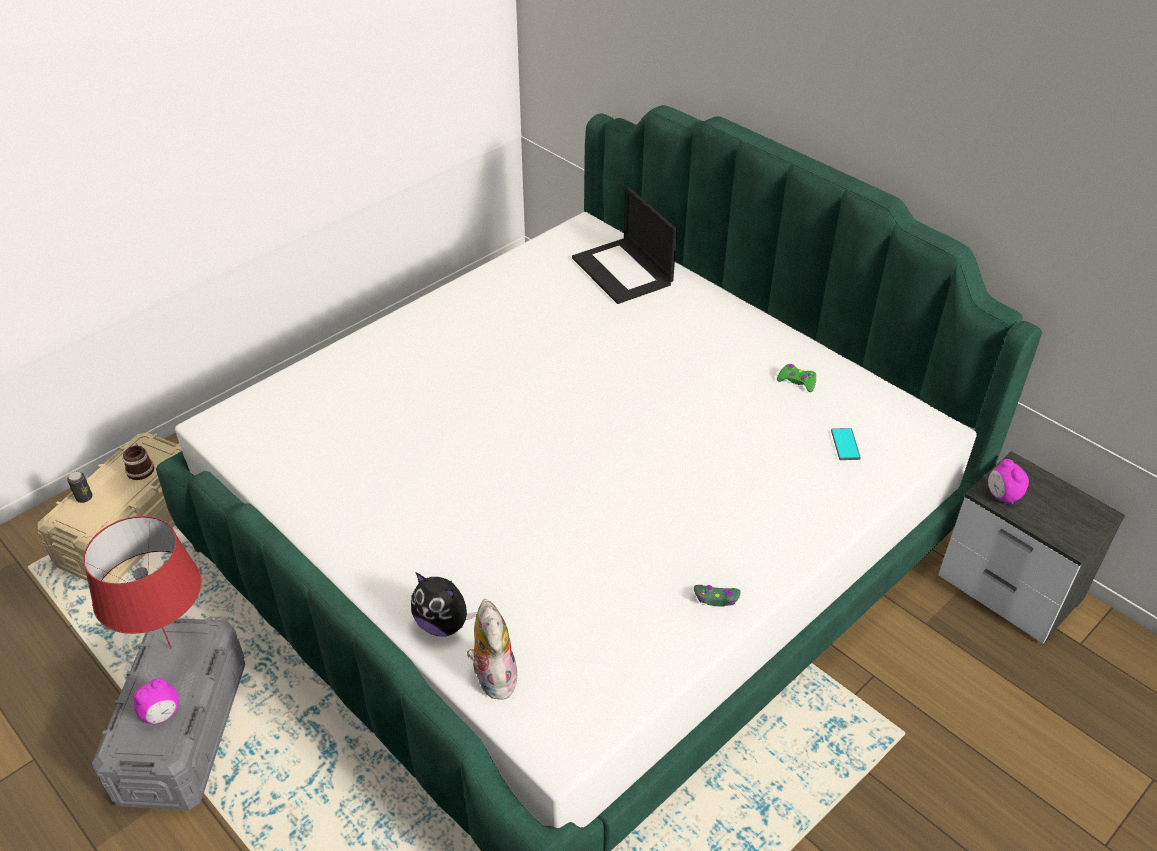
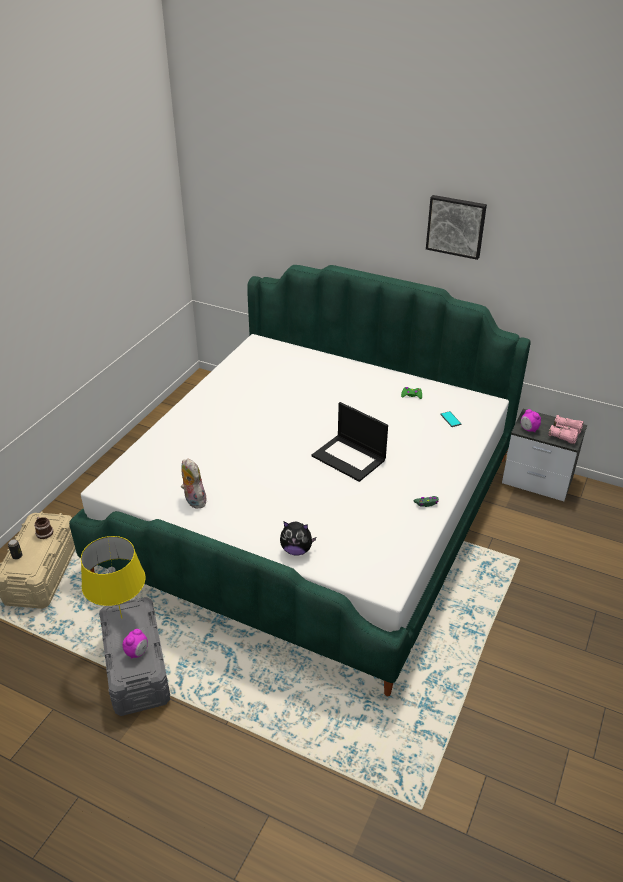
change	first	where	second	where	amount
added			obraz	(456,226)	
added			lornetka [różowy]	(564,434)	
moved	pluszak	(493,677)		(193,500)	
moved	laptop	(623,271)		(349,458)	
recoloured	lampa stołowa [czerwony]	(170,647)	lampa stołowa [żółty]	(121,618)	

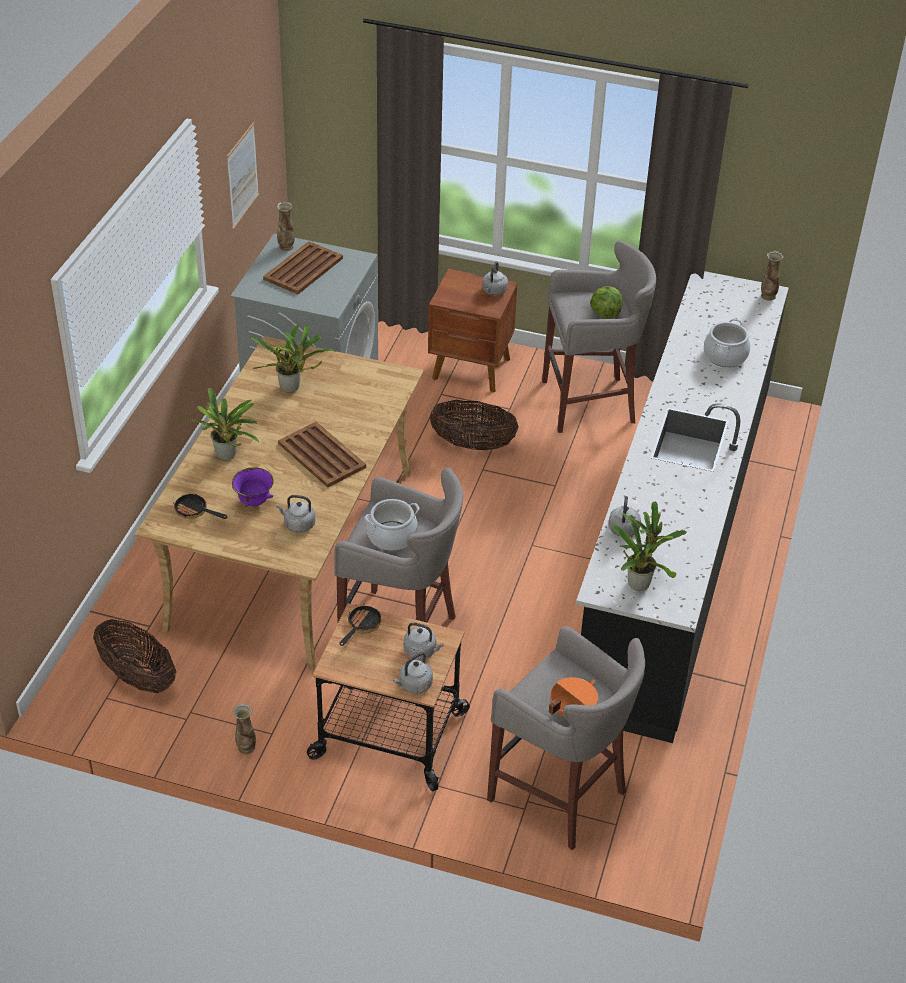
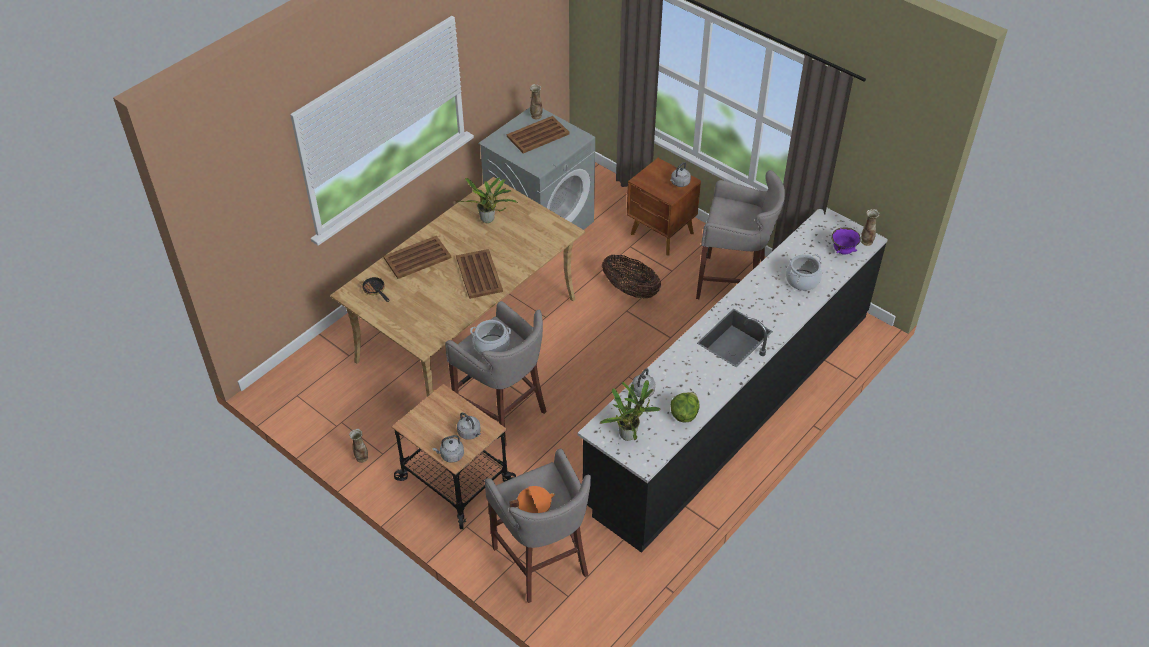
change	first	where	second	where	amount
removed	koszyk	(137,677)			
removed	obraz	(242,176)			
removed	czajnik [szary]	(298,524)			
removed	patelnia	(361,626)			
moved	miska [fioletowy]	(253,502)		(842,251)	
moved	sałata	(605,313)		(684,414)	
replaced	roślina doniczkowa	(227,457)	taca [brązowy]	(418,258)	

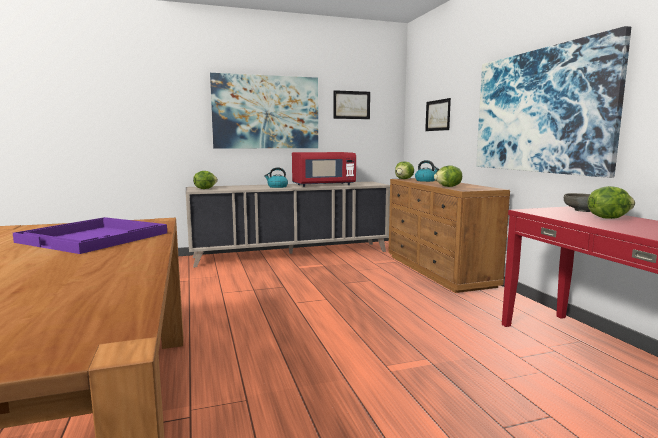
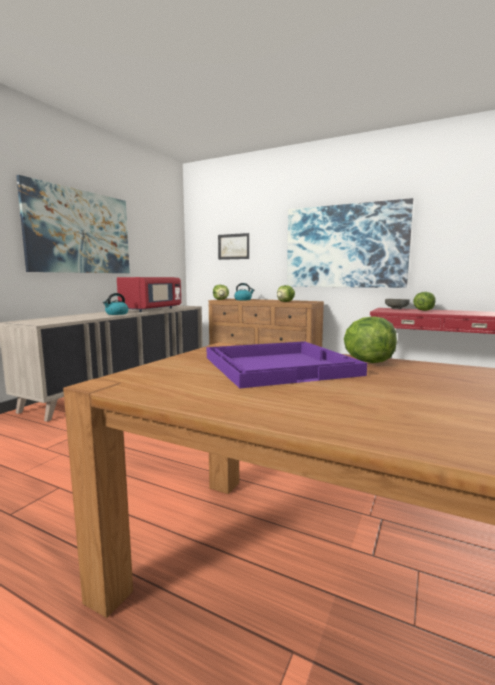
change	first	where	second	where	amount
removed	obraz	(351,105)			
moved	sałata	(205,189)		(368,361)	

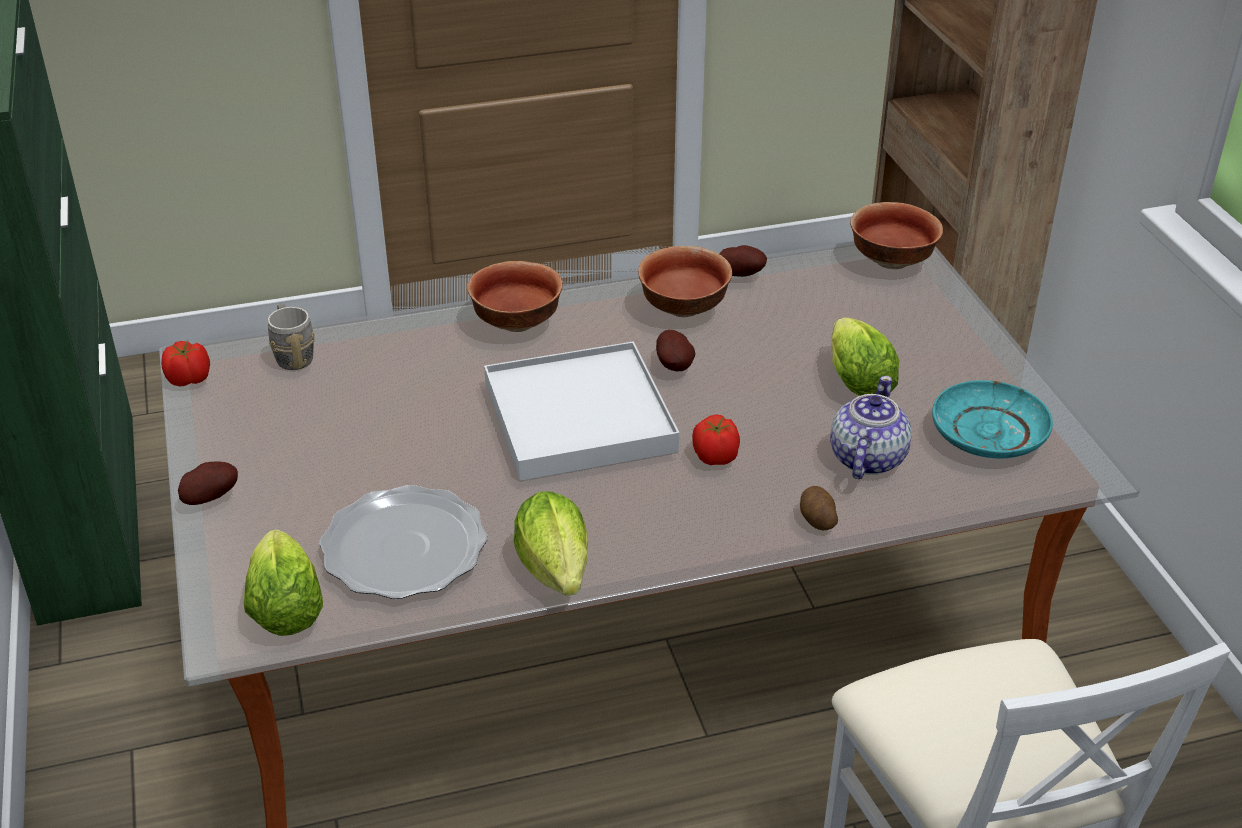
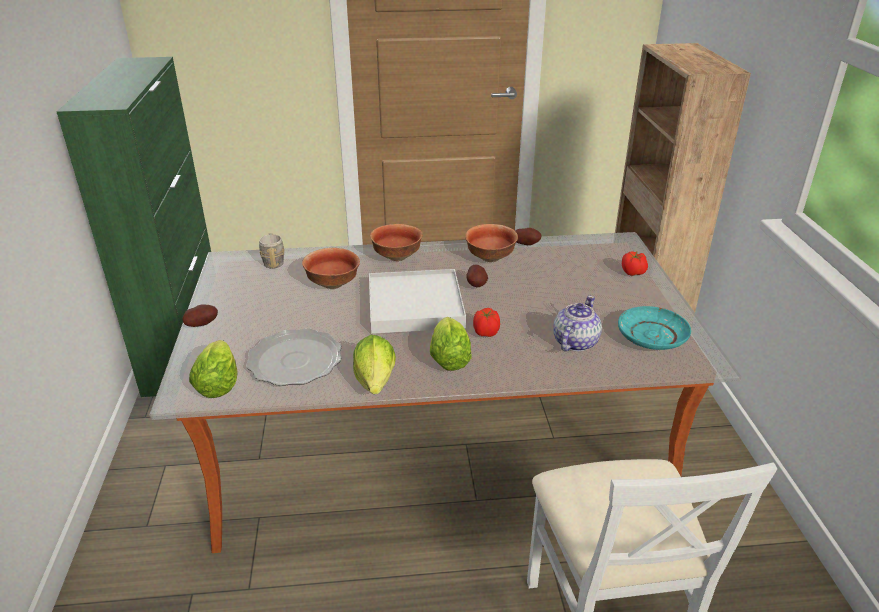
change	first	where	second	where	amount
removed	ziemniak	(816,519)			
moved	pomidor	(190,379)		(633,273)	
moved	sałata	(856,379)		(449,357)	
moved	miska	(892,260)		(333,283)	

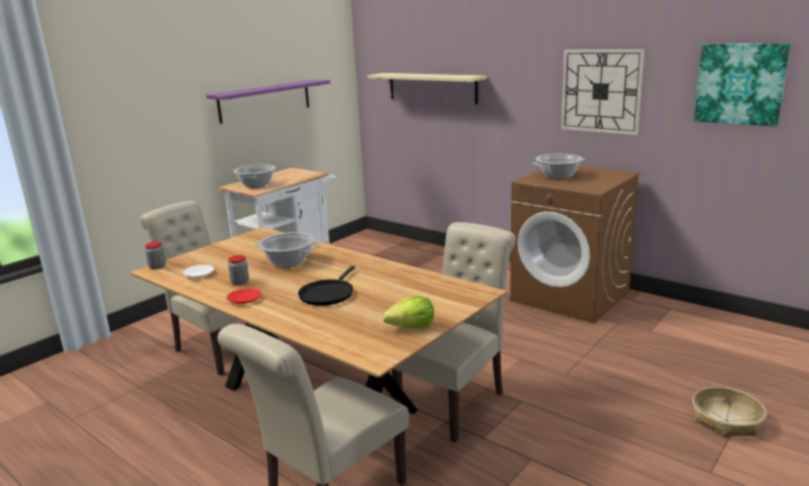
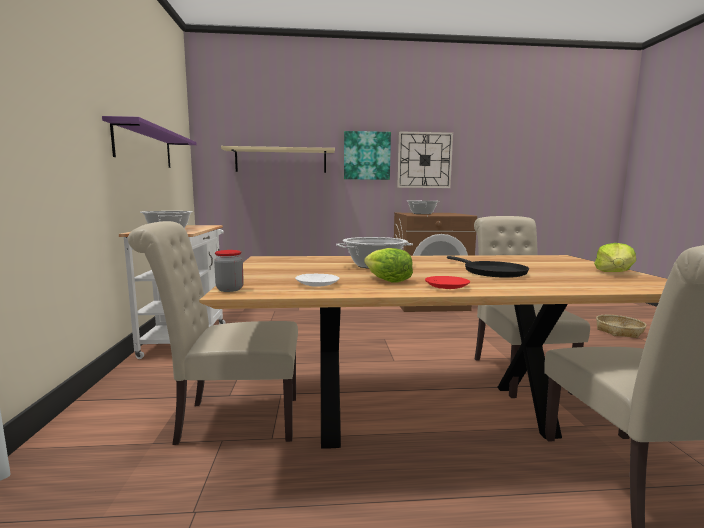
change	first	where	second	where	amount
moved	obraz	(740,84)		(366,156)	
replaced	słoik	(240,282)	sałata	(387,280)	

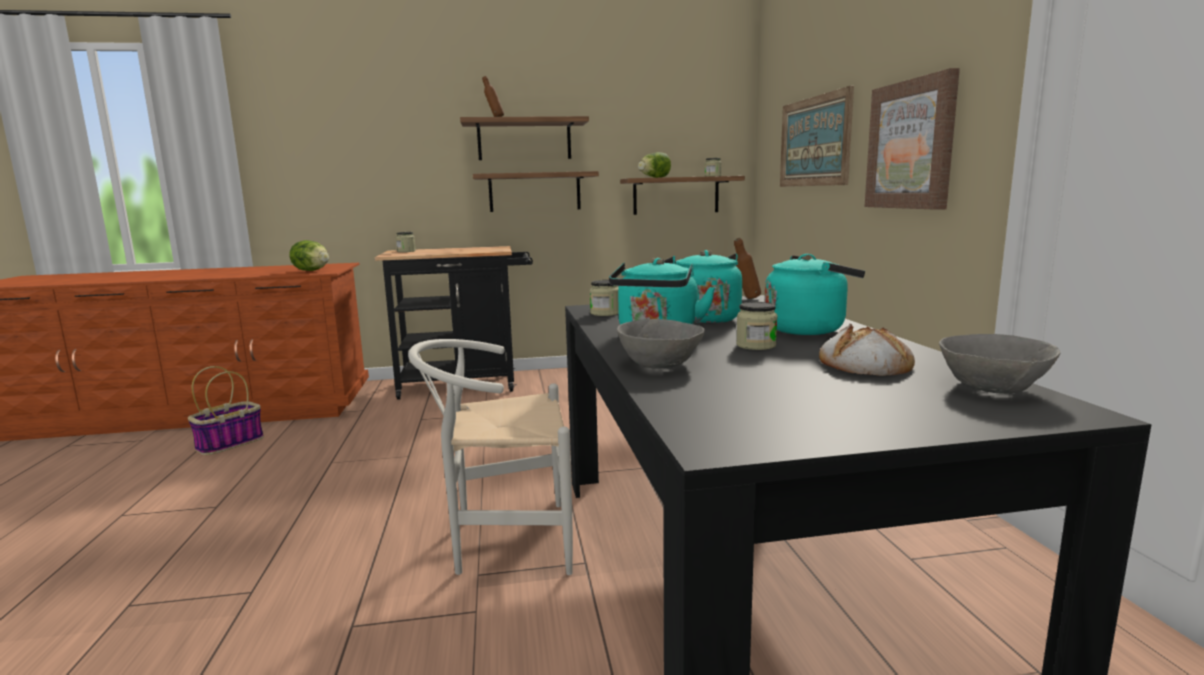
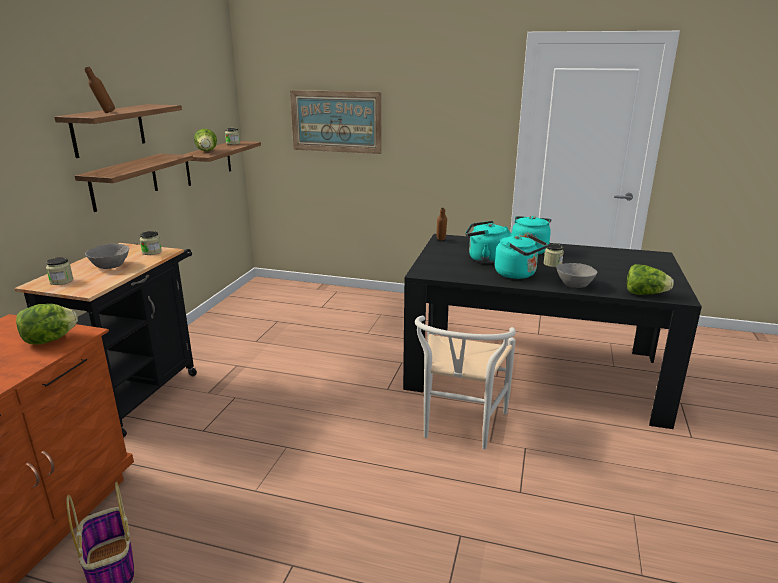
change	first	where	second	where	amount
removed	chleb	(864,364)			
removed	obraz	(911,145)			
added			sałata	(645,294)	
moved	słoik	(605,313)		(151,252)	
moved	miska [szary]	(990,387)		(109,266)	

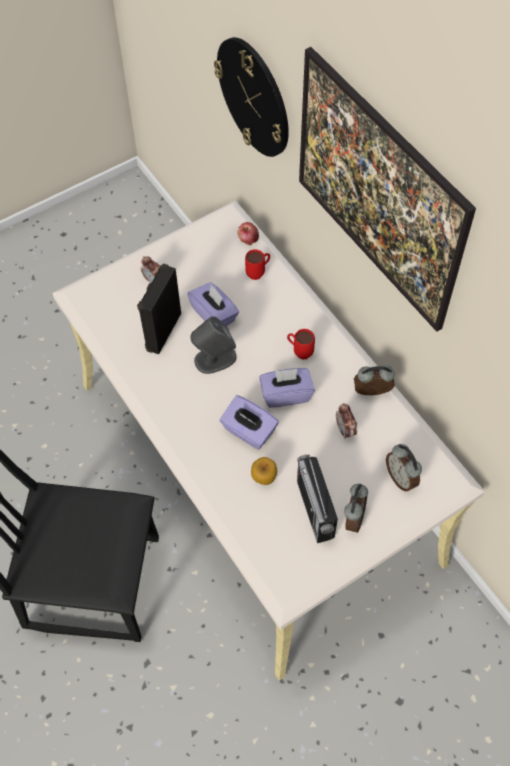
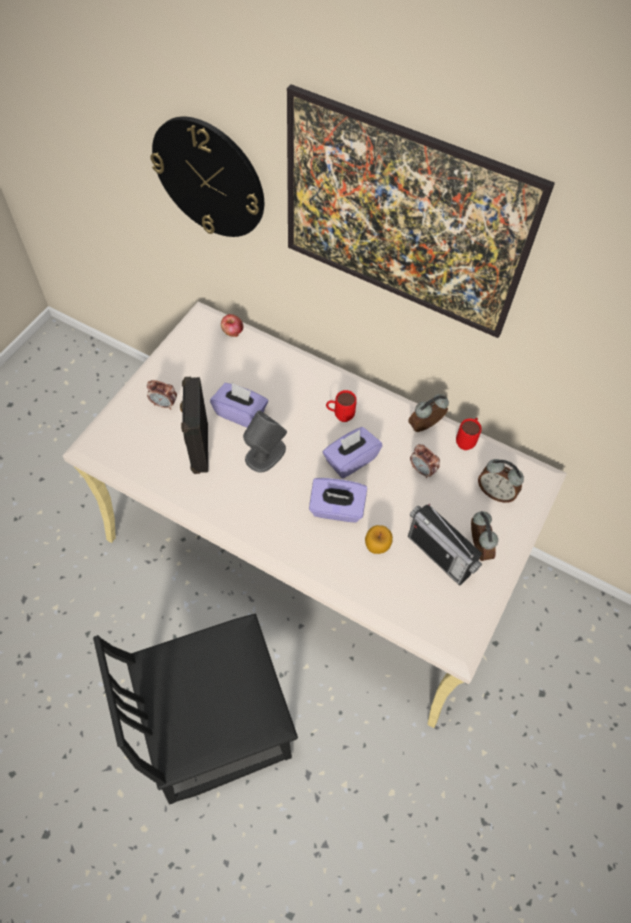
change	first	where	second	where	amount
moved	kubek [czerwony]	(258,273)		(466,441)	

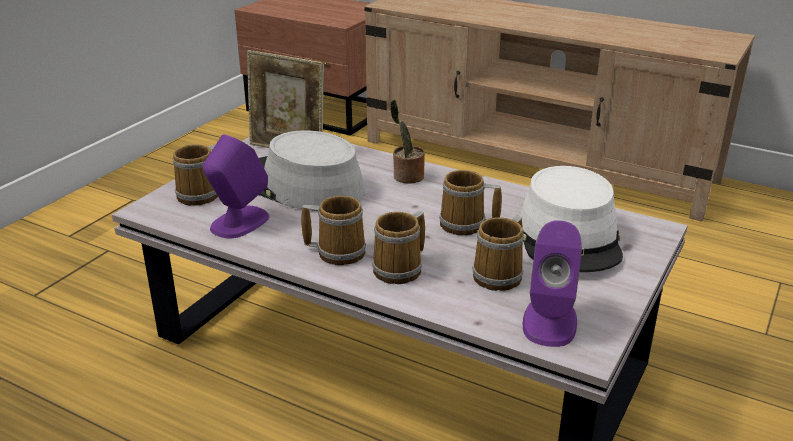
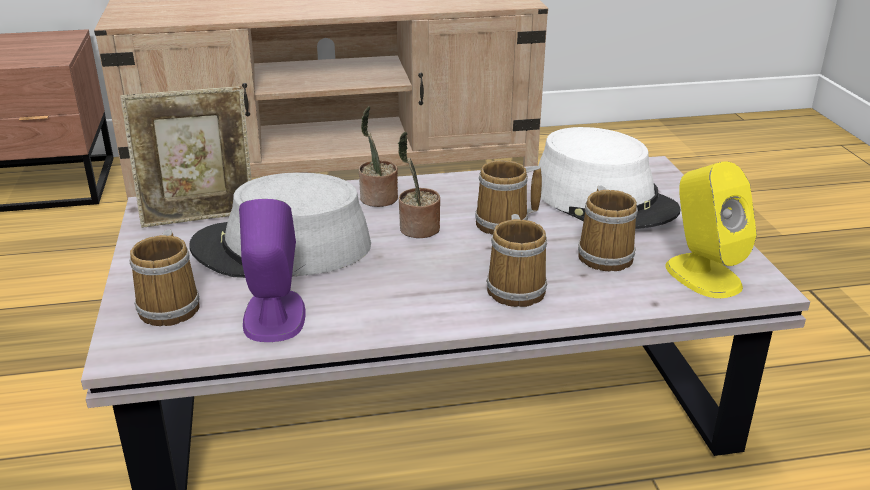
change	first	where	second	where	amount
removed	kubek	(338,251)			
added			roślina doniczkowa	(417,229)	
recoloured	głośnik [fioletowy]	(549,321)	głośnik [żółty]	(702,275)	

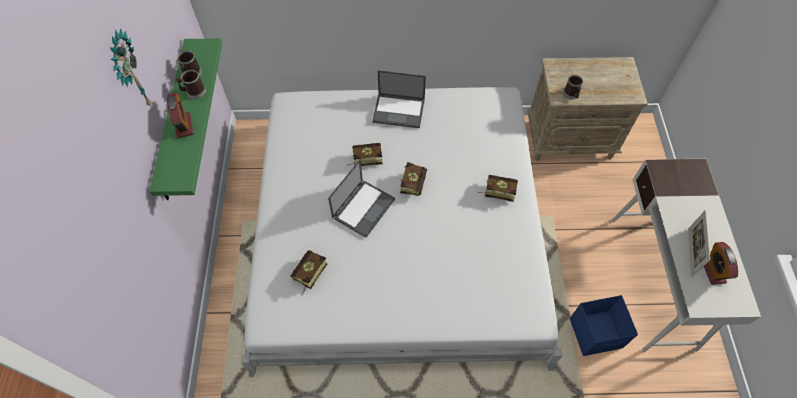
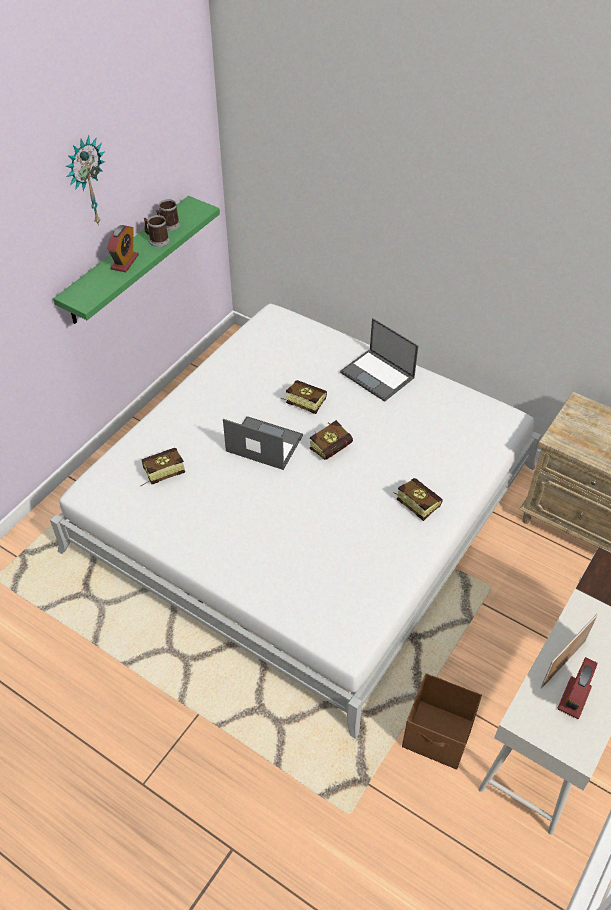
change	first	where	second	where	amount
removed	kubek	(571,94)			
recoloured	pojemnik do przechowywania [niebieski]	(596,333)	pojemnik do przechowywania [brązowy]	(438,735)	
turned	laptop	(364,207)		(263,443)	135 degrees counterclockwise

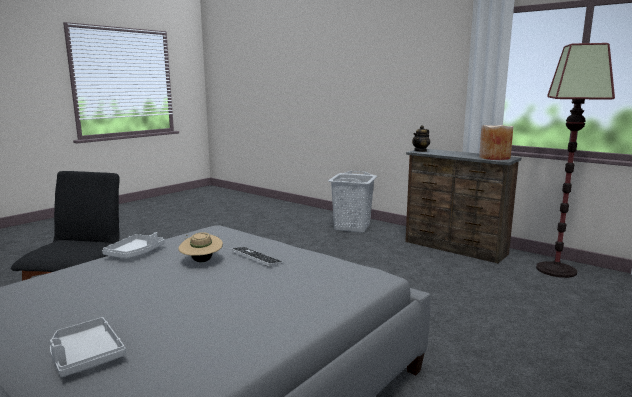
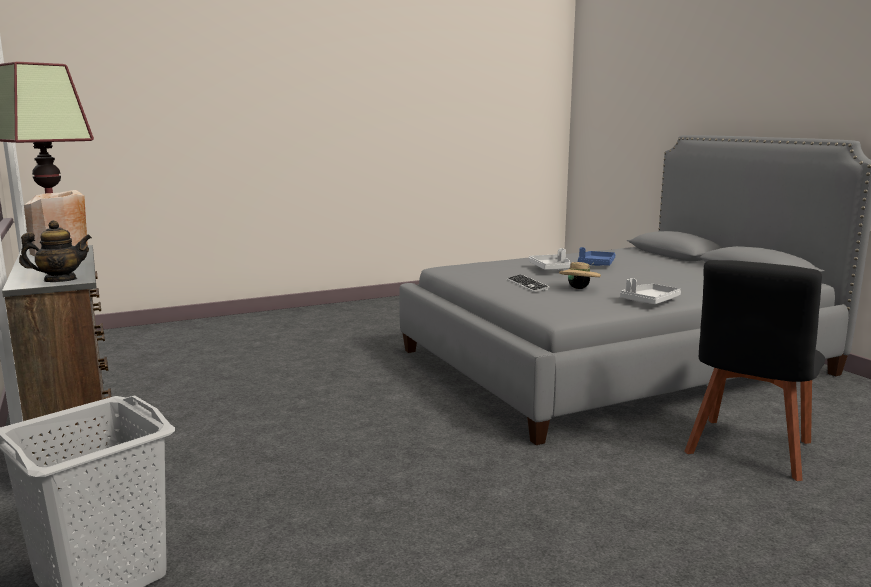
change	first	where	second	where	amount
added			taca [niebieski]	(596,264)	
moved	taca [szary]	(85,356)		(551,268)	

